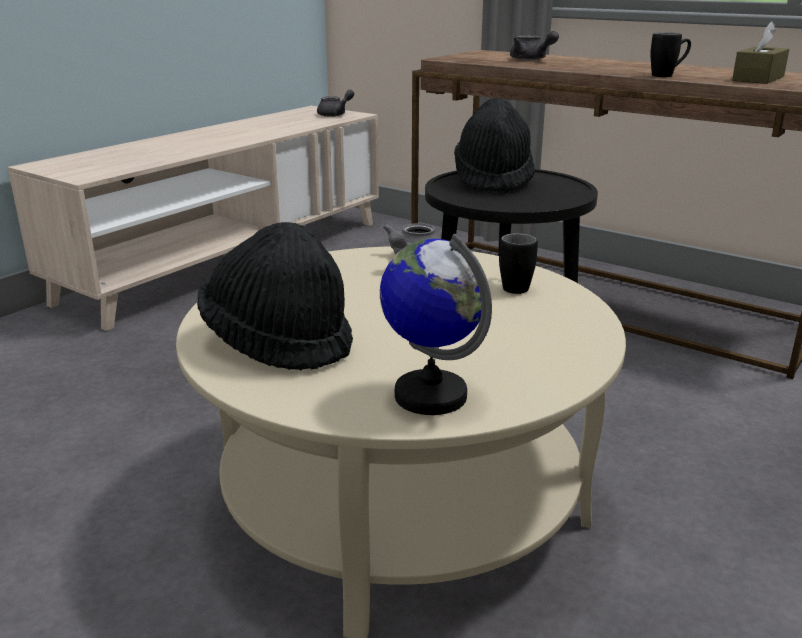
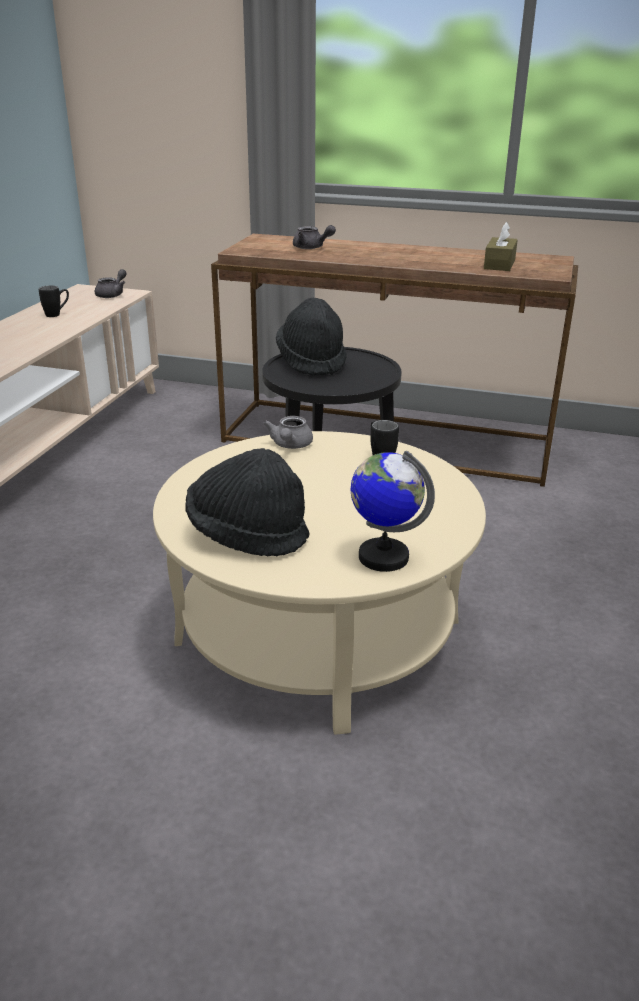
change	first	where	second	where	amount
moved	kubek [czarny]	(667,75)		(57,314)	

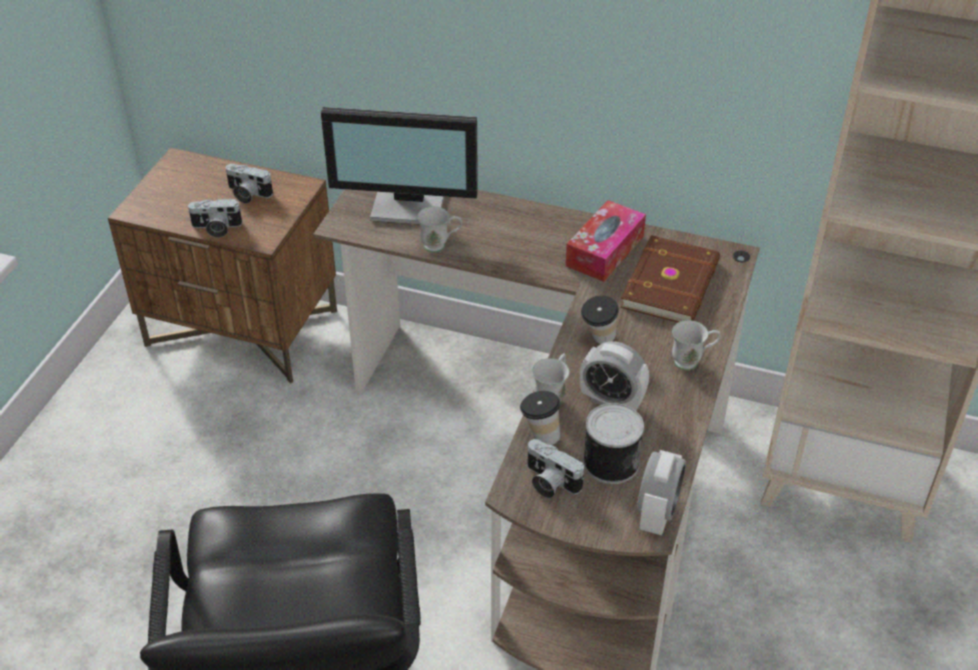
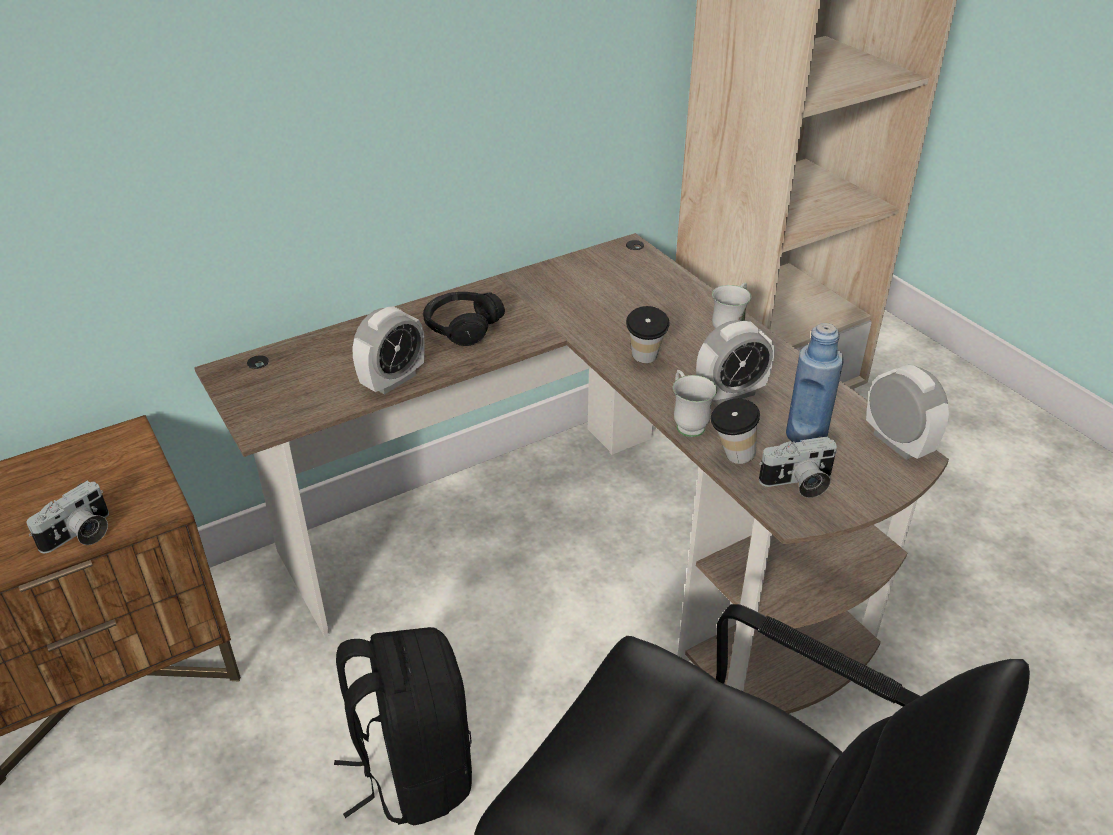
change	first	where	second	where	amount
removed	aparat fotograficzny	(247,194)			
removed	monitor	(409,205)			
removed	pudełko chusteczek	(605,251)			
removed	książka [brązowy]	(672,284)			
added			plecak [czarny]	(413,770)	
added			słuchawki [czarny]	(462,327)	
replaced	kubek [biały]	(440,246)	budzik	(393,380)	
replaced	puszka	(609,461)	butelka [niebieski]	(806,435)	

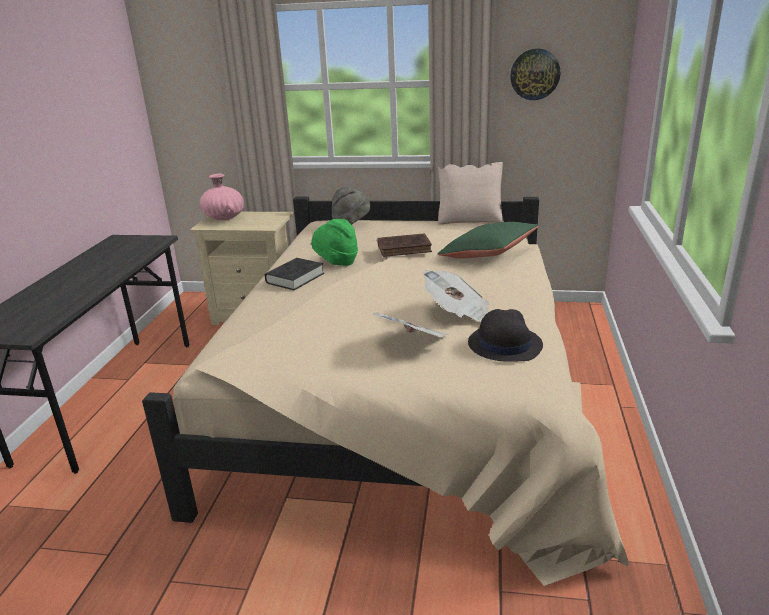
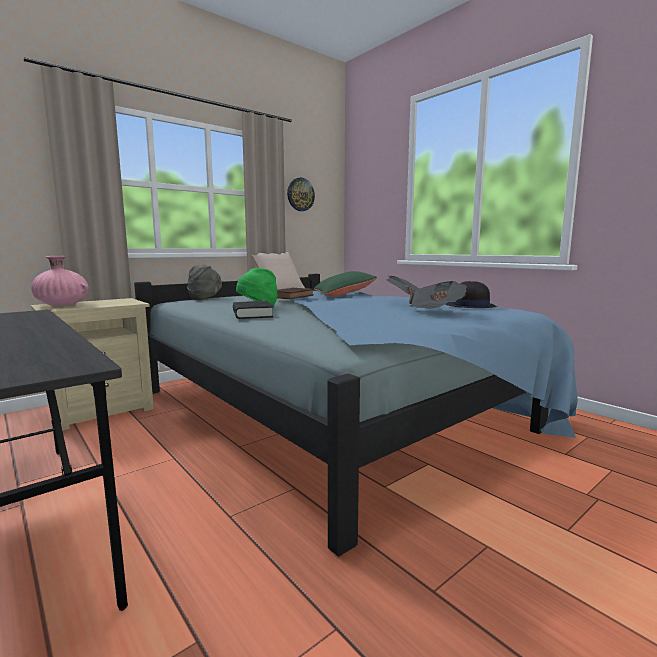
change	first	where	second	where	amount
recoloured	łóżko [beżowy]	(406,398)	łóżko [niebieski]	(337,409)	

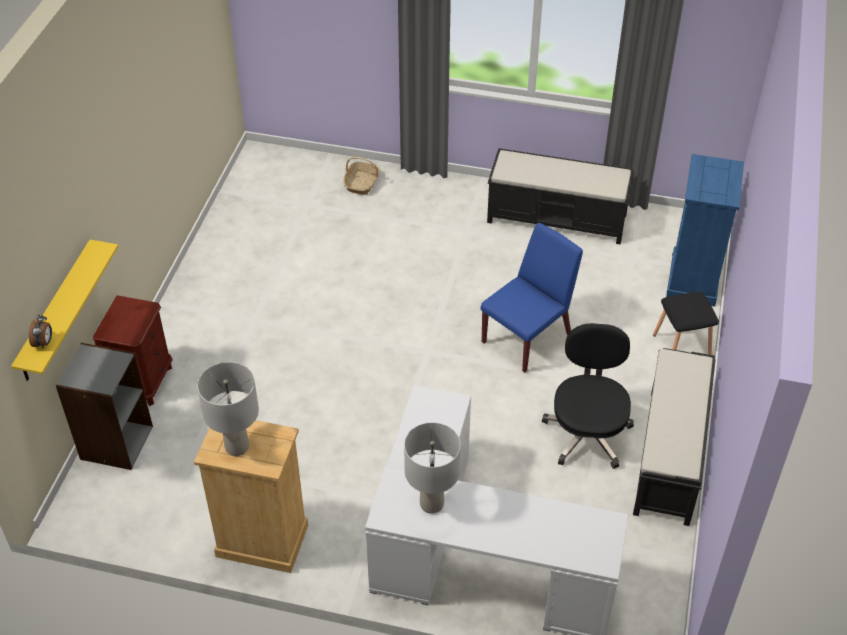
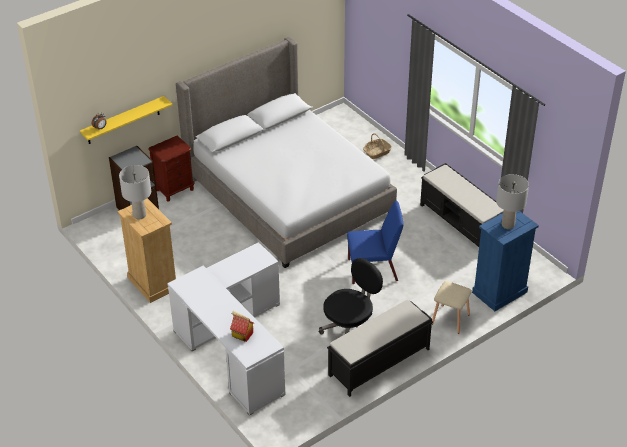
change	first	where	second	where	amount
added			łóżko	(288,194)	
added			domek	(242,334)	
moved	lampa stołowa [szary]	(432,504)		(507,225)	
recoloured	stołek [czarny]	(682,347)	stołek [beżowy]	(450,320)	

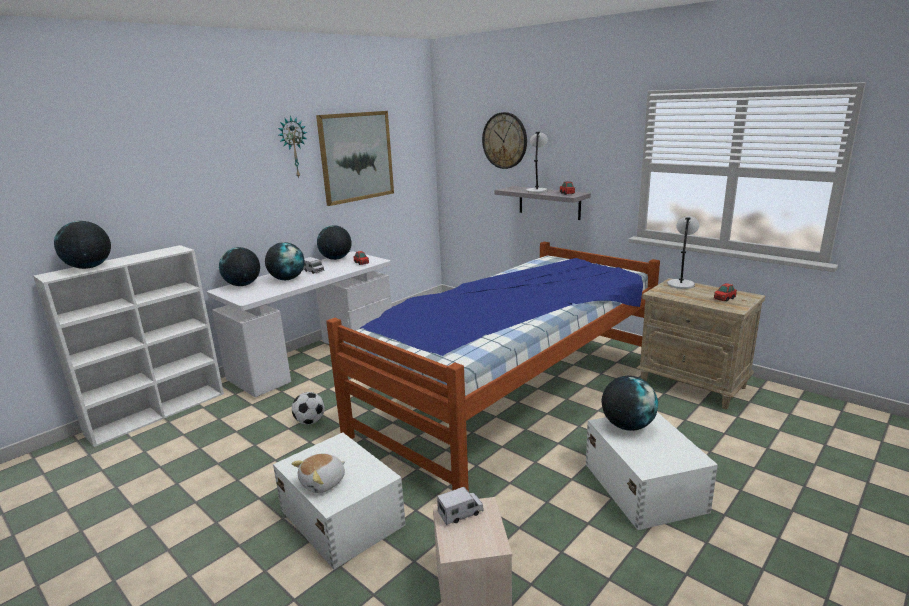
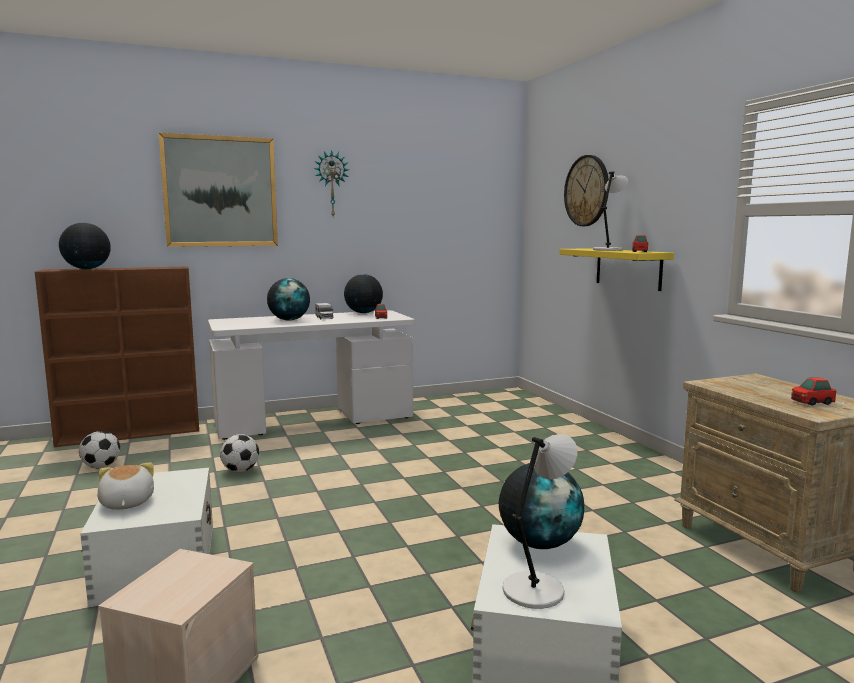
change	first	where	second	where	amount
removed	globus	(243,285)			
removed	łóżko	(511,394)			
removed	ciężarówka zabawkowa	(461,513)			
added			piłka futbolowa	(101,467)	
moved	obraz	(356,157)		(220,192)	
moved	lampa stołowa [szary]	(680,284)		(535,589)	
recoloured	regał [biały]	(158,412)	regał [brązowy]	(131,433)	
recoloured	półka [szary]	(549,202)	półka [żółty]	(628,268)	
turned	pluszak	(323,483)		(125,503)	90 degrees clockwise

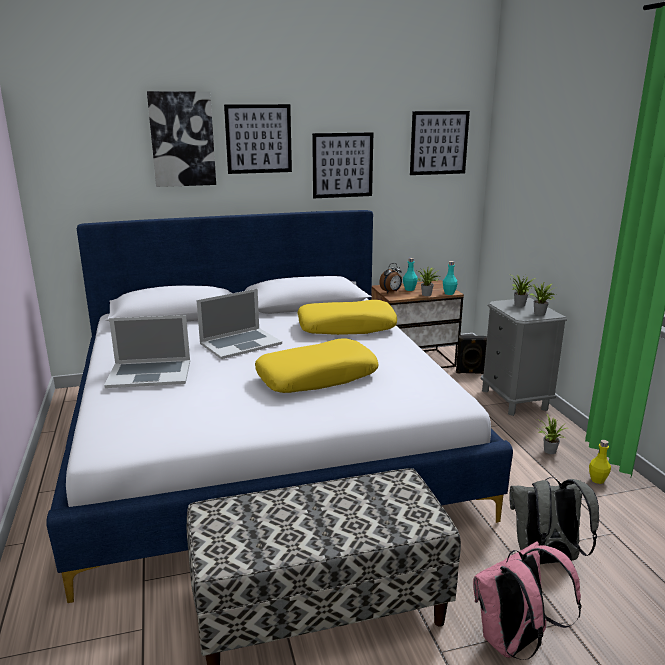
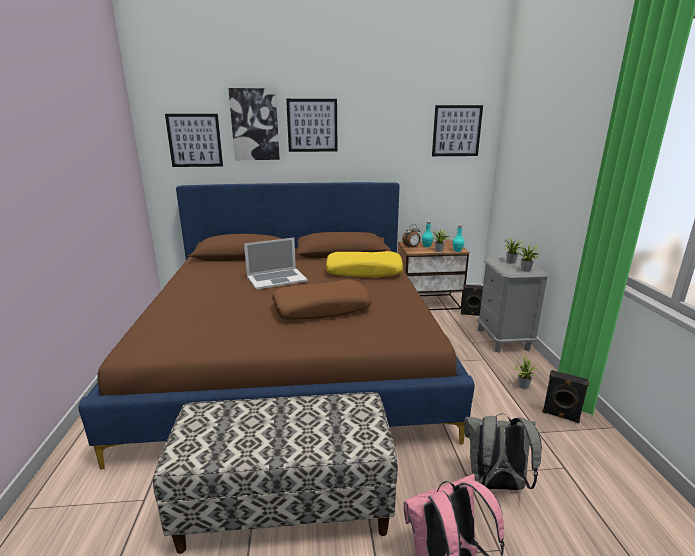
change	first	where	second	where	amount
removed	laptop	(149,373)			
moved	obraz	(342,165)		(194,140)	
replaced	butelka [żółty]	(597,480)	głośnik [czarny]	(560,416)	
recoloured	łóżko [biały]	(264,441)	łóżko [brązowy]	(293,355)	
recoloured	poduszka [żółty]	(317,377)	poduszka [brązowy]	(322,309)	

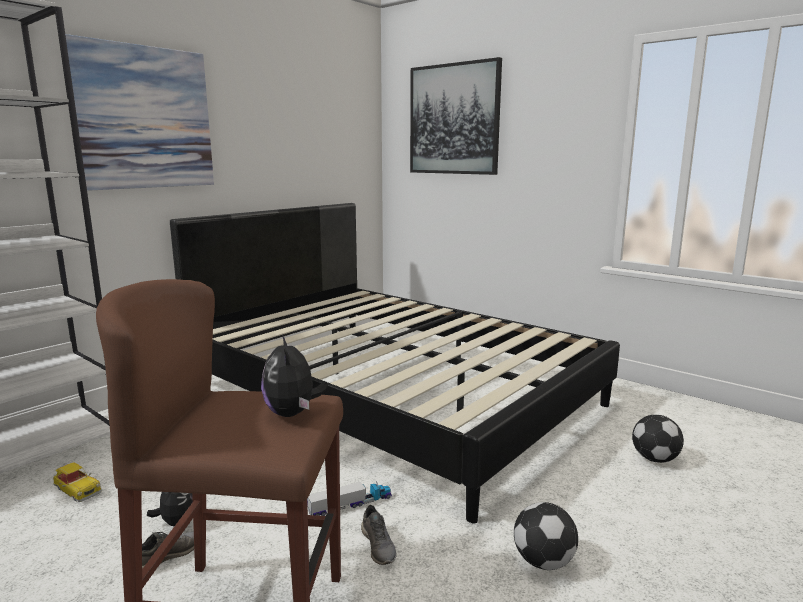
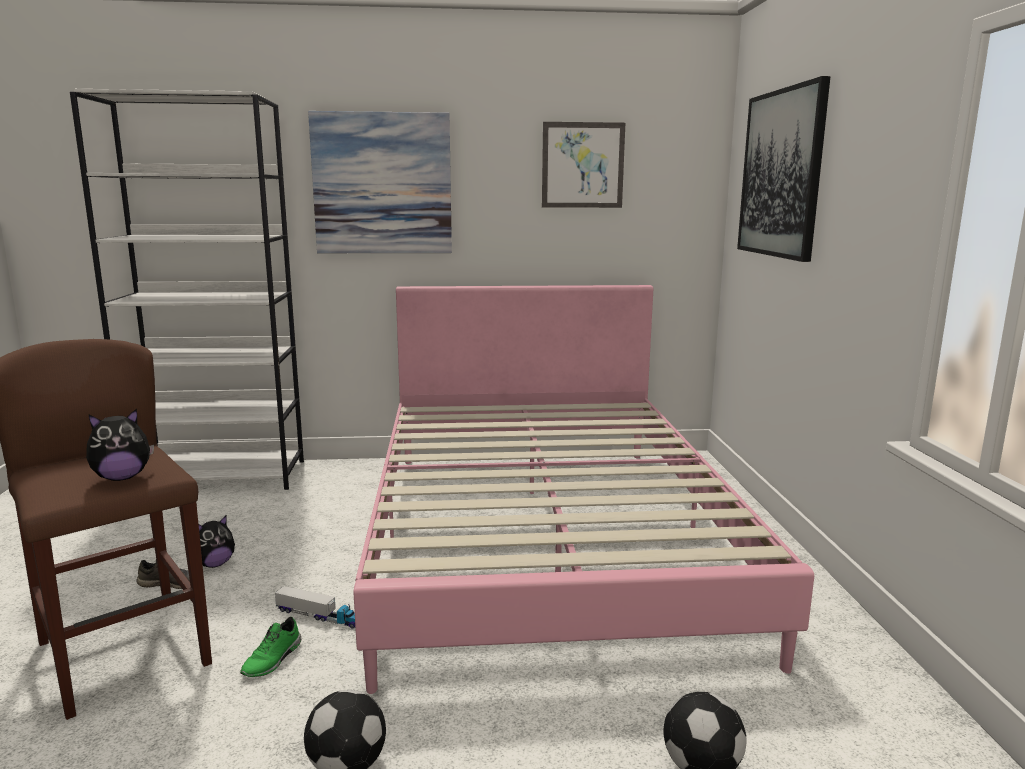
change	first	where	second	where	amount
removed	samochodzik	(77,490)			
added			obraz	(582,165)	
recoloured	łóżko [czarny]	(391,394)	łóżko [różowy]	(546,536)	
recoloured	but [szary]	(379,546)	but [zielony]	(273,660)	
turned	pluszak	(293,413)		(122,477)	150 degrees counterclockwise

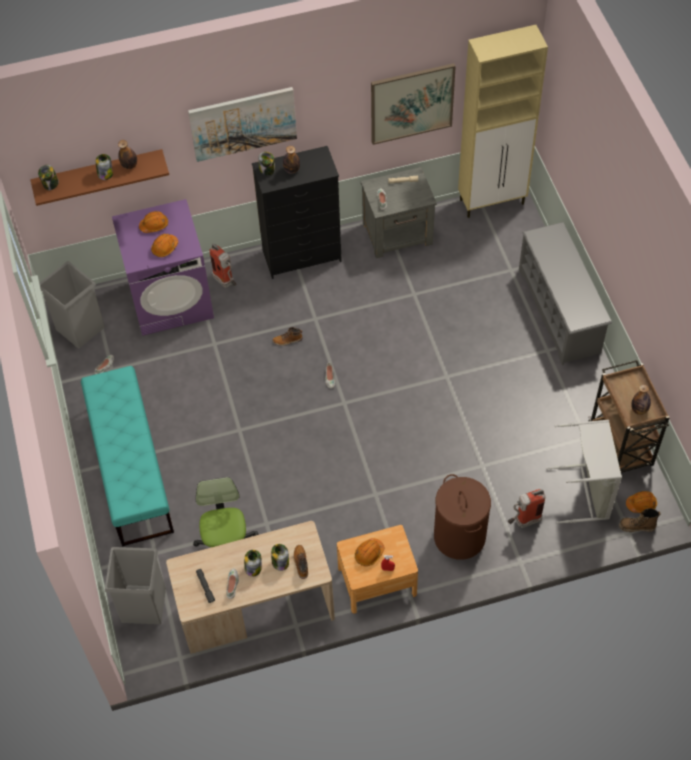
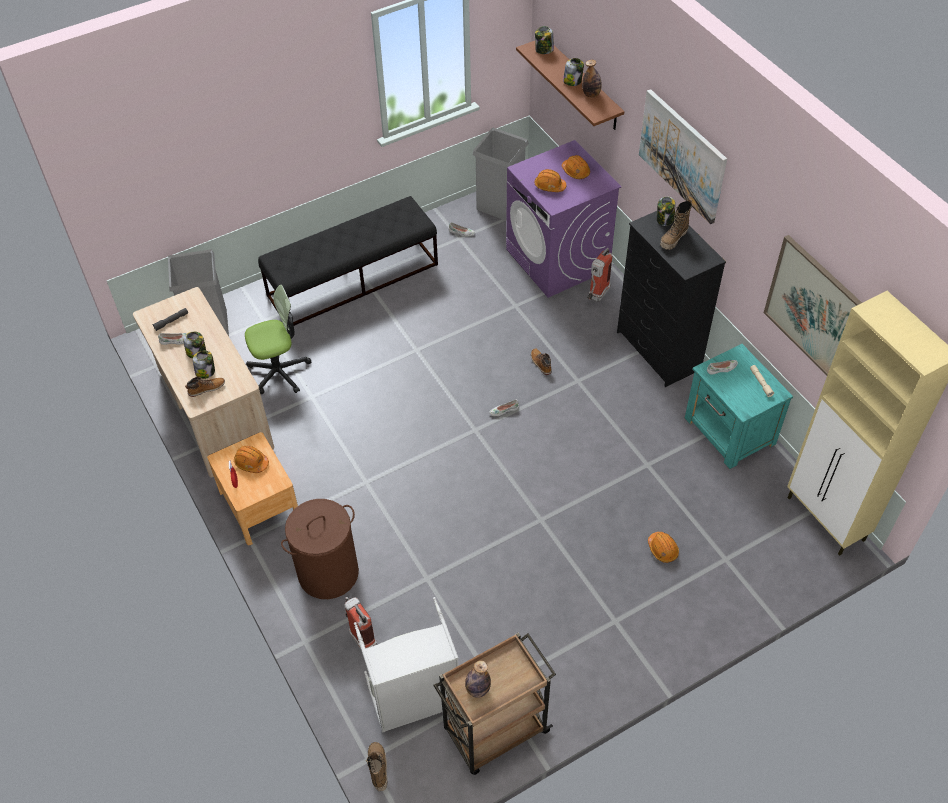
change	first	where	second	where	amount
removed	regał na buty [szary]	(559,311)			
moved	kask [pomarańczowy]	(641,504)		(662,549)	
replaced	butelka	(291,170)	but z cholewką	(674,239)	
recoloured	ławka [turkusowy]	(131,467)	ławka [czarny]	(353,279)	
recoloured	szafka nocna [szary]	(398,234)	szafka nocna [turkusowy]	(729,432)	

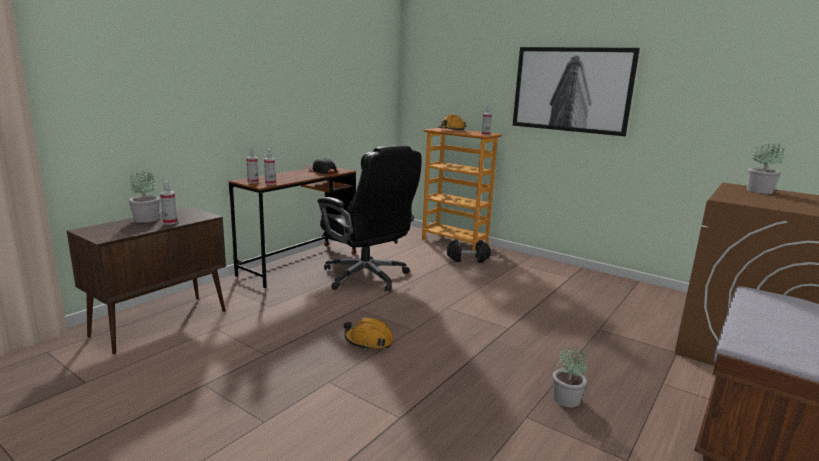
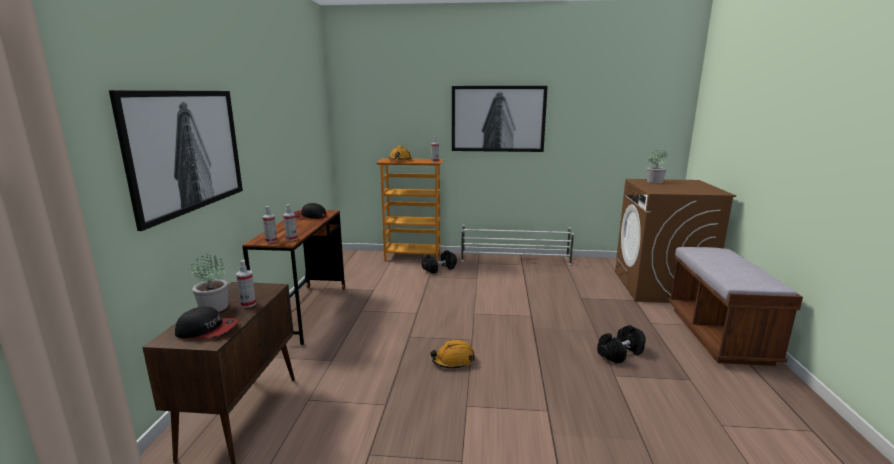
change	first	where	second	where	amount
removed	krzesło biurowe [czarny]	(366,277)			
added			obraz	(187,151)	
added			czapka z daszkiem	(207,330)	
added			regał na buty [biały]	(515,259)	
replaced	roślina doniczkowa	(567,399)	hantel [czarny]	(620,354)	

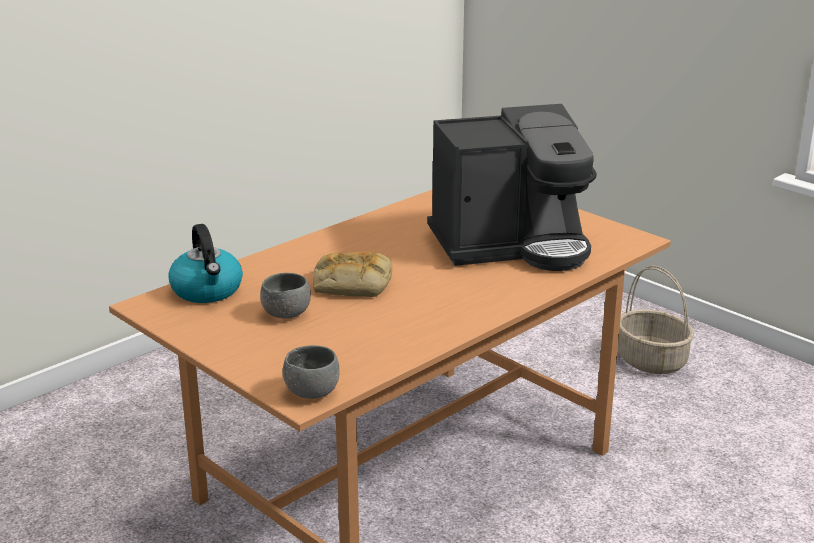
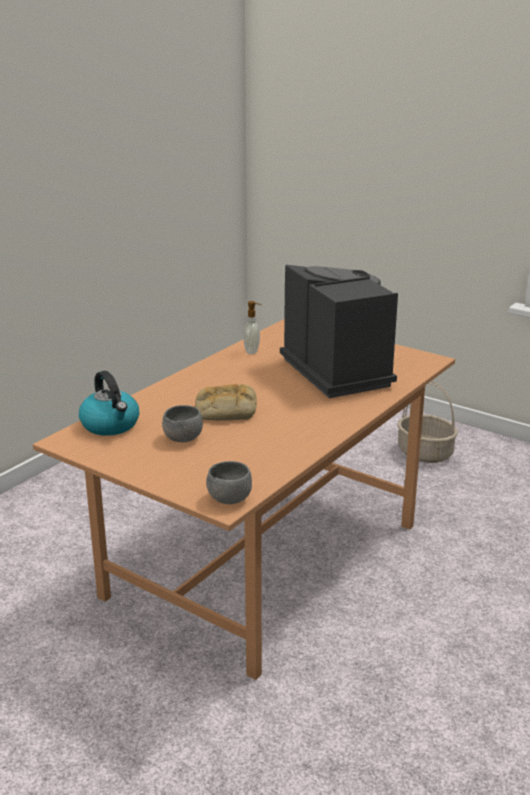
change	first	where	second	where	amount
added			dozownik mydła	(252,351)	
turned	ekspres do kawy	(512,245)		(338,371)	90 degrees counterclockwise

